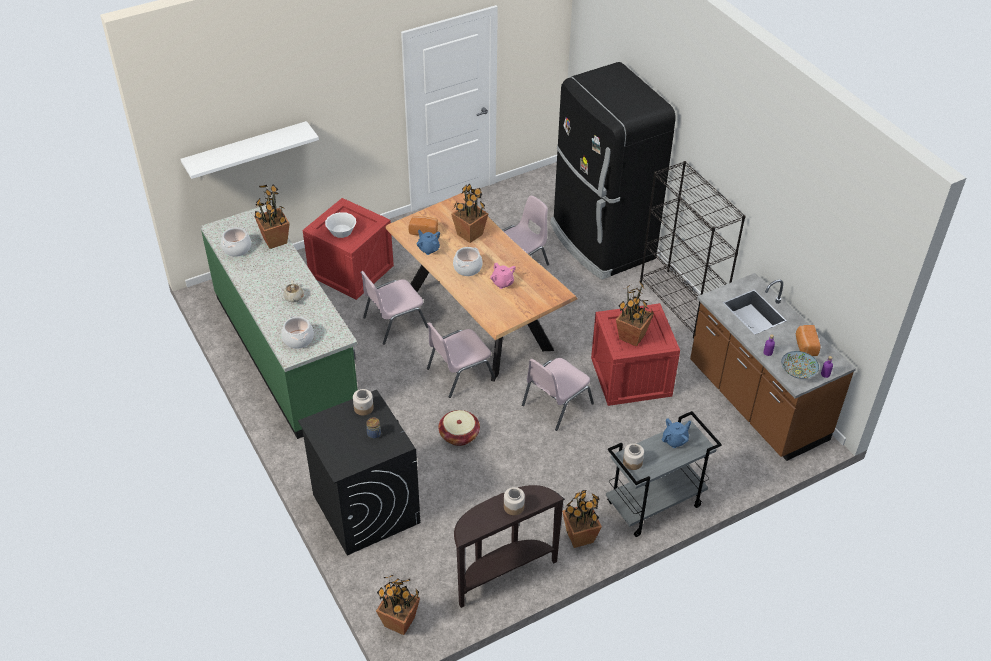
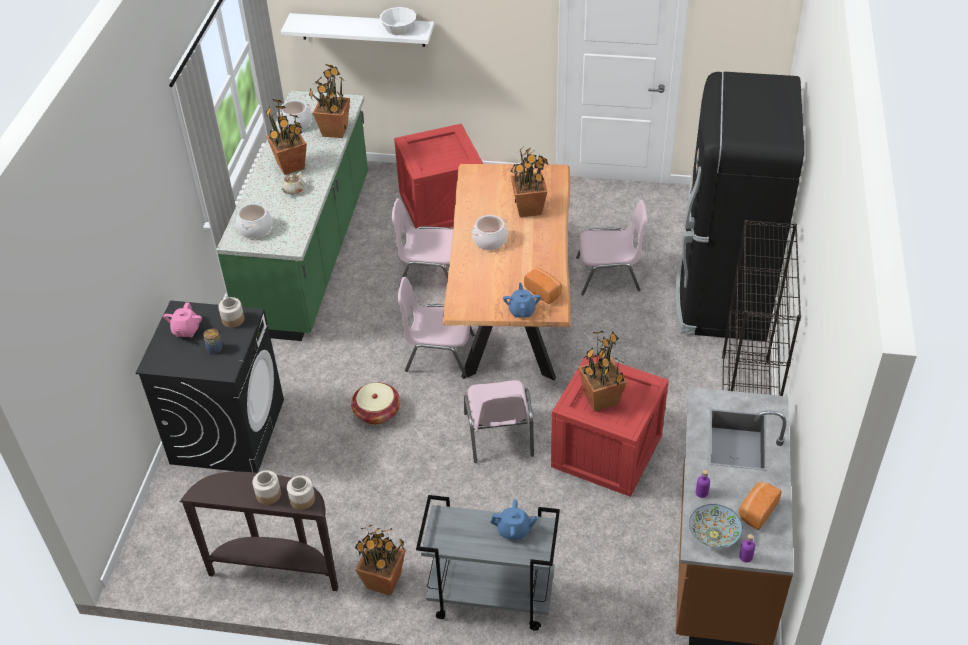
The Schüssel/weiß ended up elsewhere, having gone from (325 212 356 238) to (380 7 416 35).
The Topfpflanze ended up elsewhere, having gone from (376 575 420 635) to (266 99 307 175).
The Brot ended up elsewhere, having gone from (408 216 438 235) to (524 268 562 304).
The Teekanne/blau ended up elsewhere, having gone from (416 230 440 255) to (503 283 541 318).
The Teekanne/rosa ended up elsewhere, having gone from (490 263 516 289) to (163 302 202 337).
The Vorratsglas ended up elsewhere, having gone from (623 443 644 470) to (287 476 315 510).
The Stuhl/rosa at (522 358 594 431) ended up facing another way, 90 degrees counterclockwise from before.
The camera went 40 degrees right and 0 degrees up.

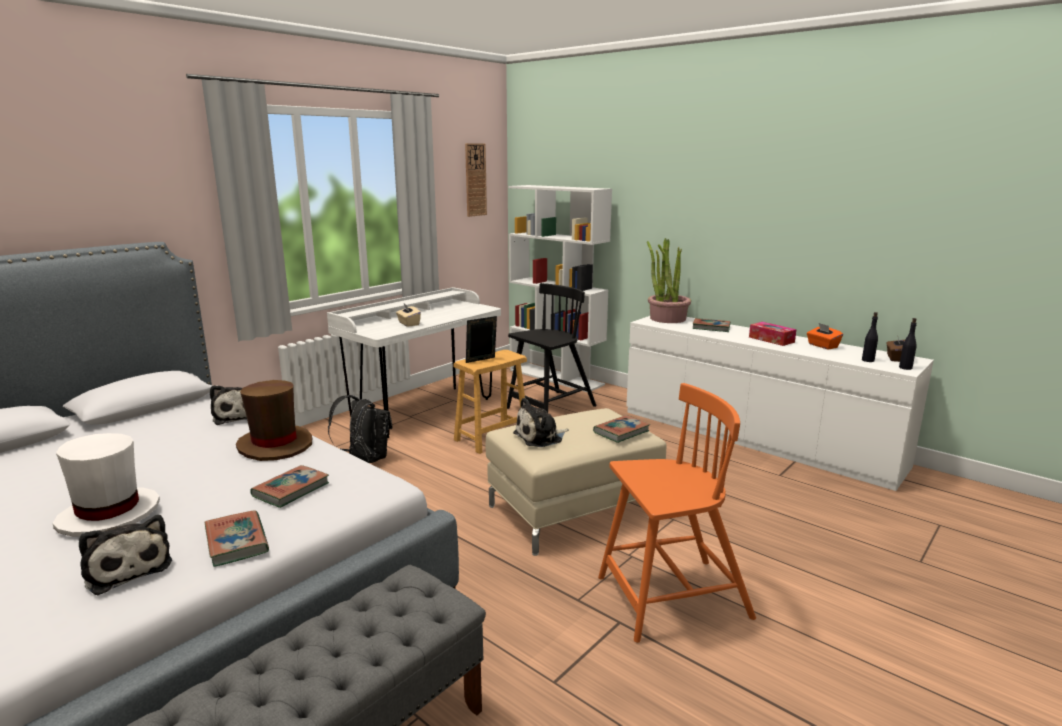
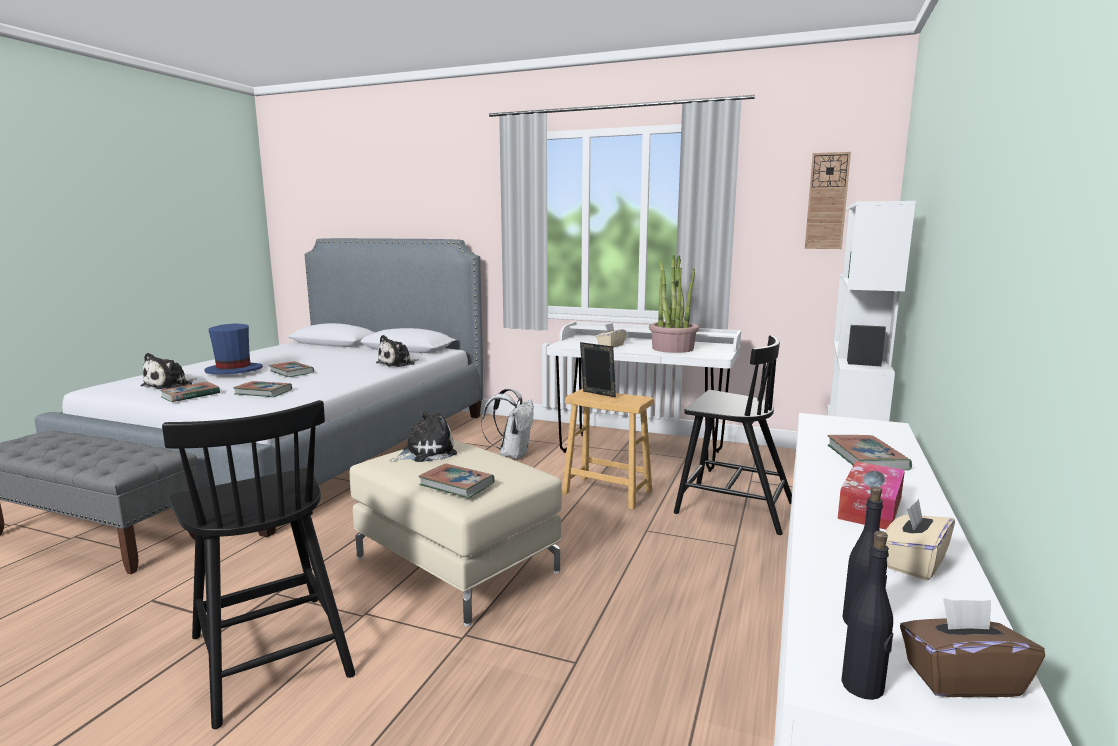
The second view lost the Hut/braun at (236 380 312 461).
The second view gained the Buch at (269 362 314 377).
The Topfpflanze ended up elsewhere, having gone from (647 238 691 323) to (649 255 699 353).
What was the Hut/weiß at (53 433 160 537) turned into the Hut/blau at (204 323 263 375).
What was the Rucksack/schwarz at (328 395 393 463) turned into the Rucksack/weiß at (481 388 534 459).
What was the Stuhl/orange at (598 383 756 643) turned into the Stuhl/schwarz at (162 400 355 729).
What was the Taschentuchbox/orange at (807 323 843 350) turned into the Taschentuchbox/beige at (885 499 955 581).
The Plüschtier at (513 398 569 447) ended up facing another way, 105 degrees clockwise from before.
The camera went 70 degrees right and 5 degrees down.

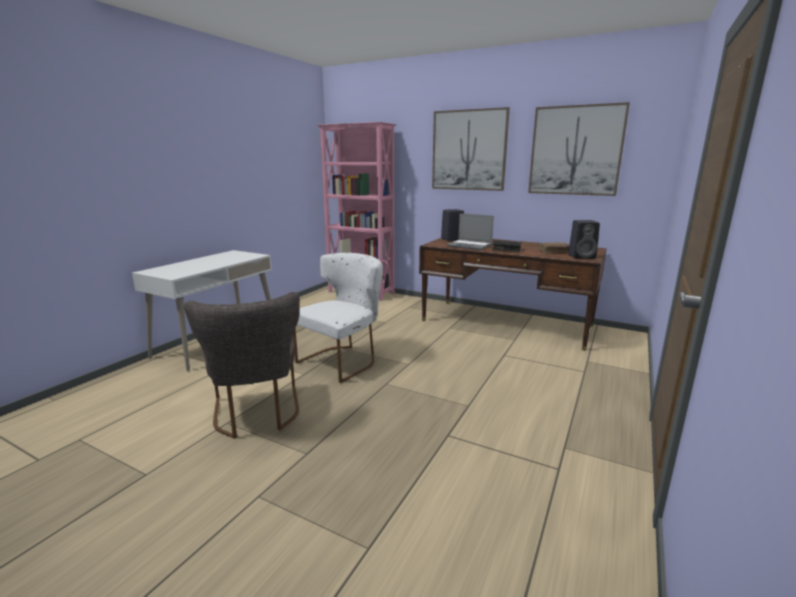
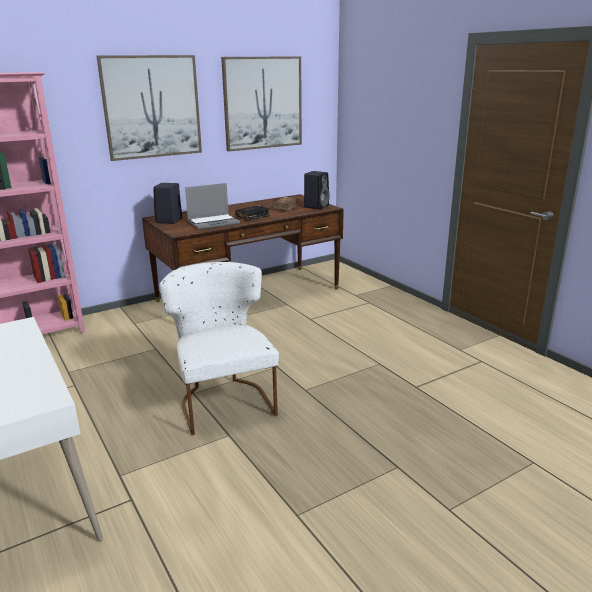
The second view lost the Stuhl/grau at (184 292 299 439).
The camera went 60 degrees left and 5 degrees up.

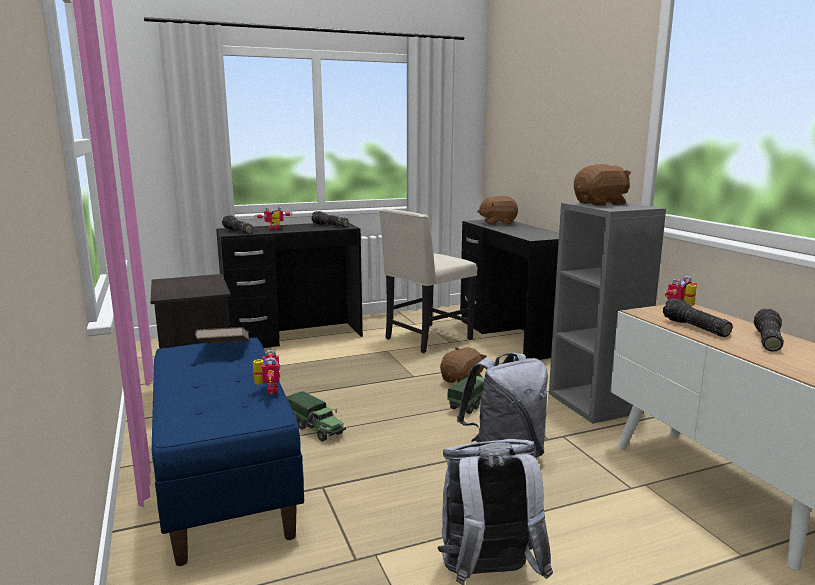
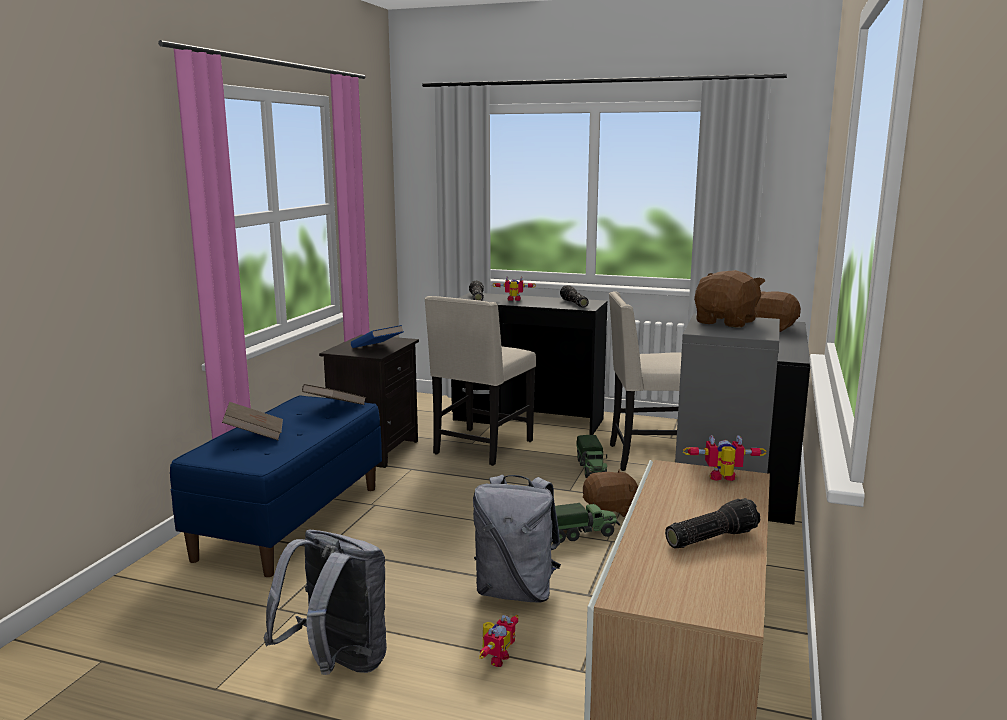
The second view lost the Taschenlampe at (663 298 733 337).
The second view gained the Buch/braun at (222 402 283 440).
The second view gained the Buch/blau at (351 325 404 348).
The second view gained the Stuhl/beige at (424 296 536 466).
The Spielzeugroboter ended up elsewhere, having gone from (253 350 280 394) to (479 615 519 667).
The Spielzeuglaster ended up elsewhere, having gone from (287 391 346 442) to (576 435 607 478).
The Plüschtier/braun at (574 164 631 206) ended up facing another way, 75 degrees counterclockwise from before.
The camera went 40 degrees right and 0 degrees up.

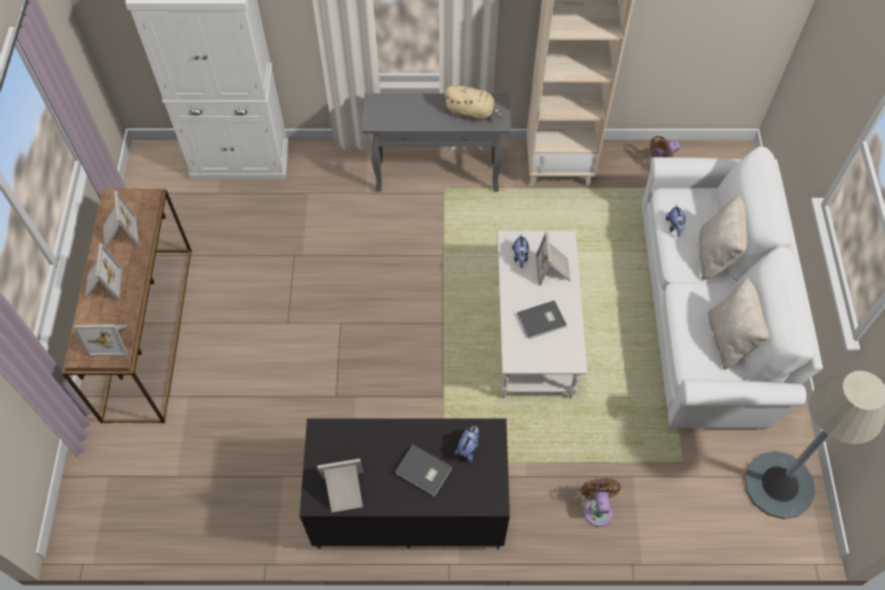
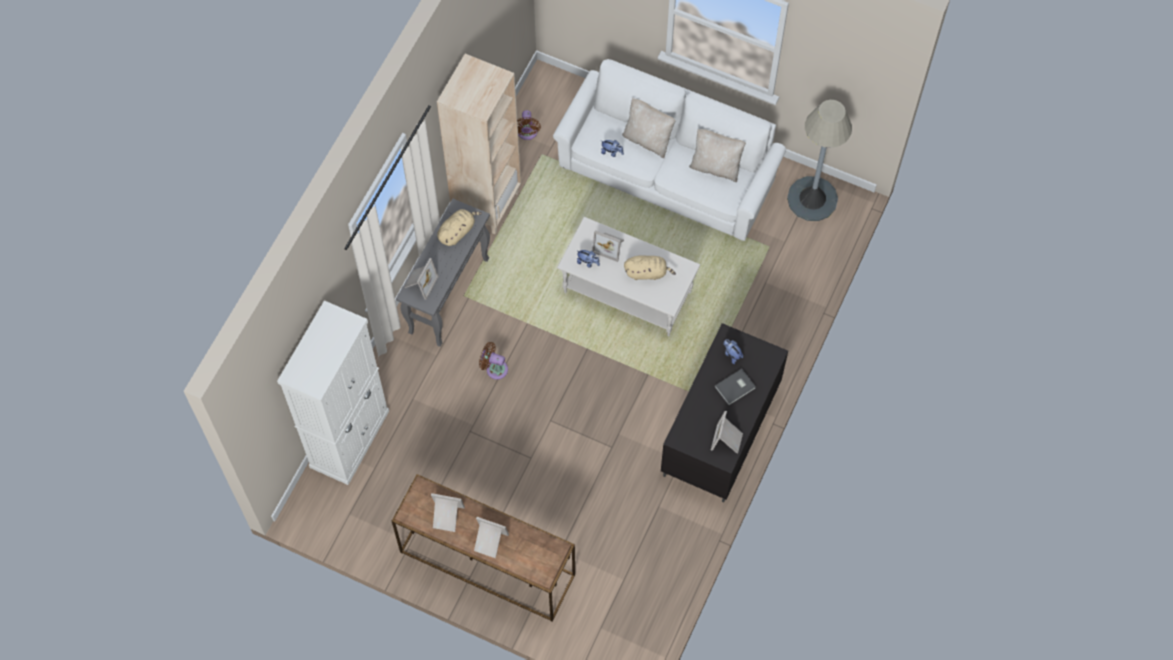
The Bilderrahmen ended up elsewhere, having gone from (74 324 128 357) to (404 258 439 300).
The Ventilator/braun ended up elsewhere, having gone from (580 478 621 527) to (479 342 508 380).
Where the Buch/grau stood at (517 300 567 339), the Plüschtier/beige came to stand at (624 255 676 280).
The camera went 65 degrees left and 5 degrees up.

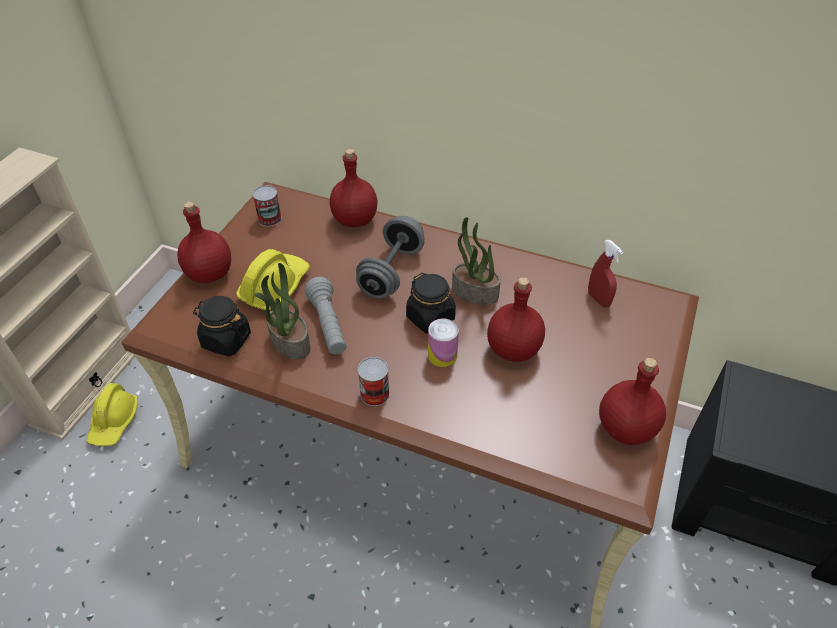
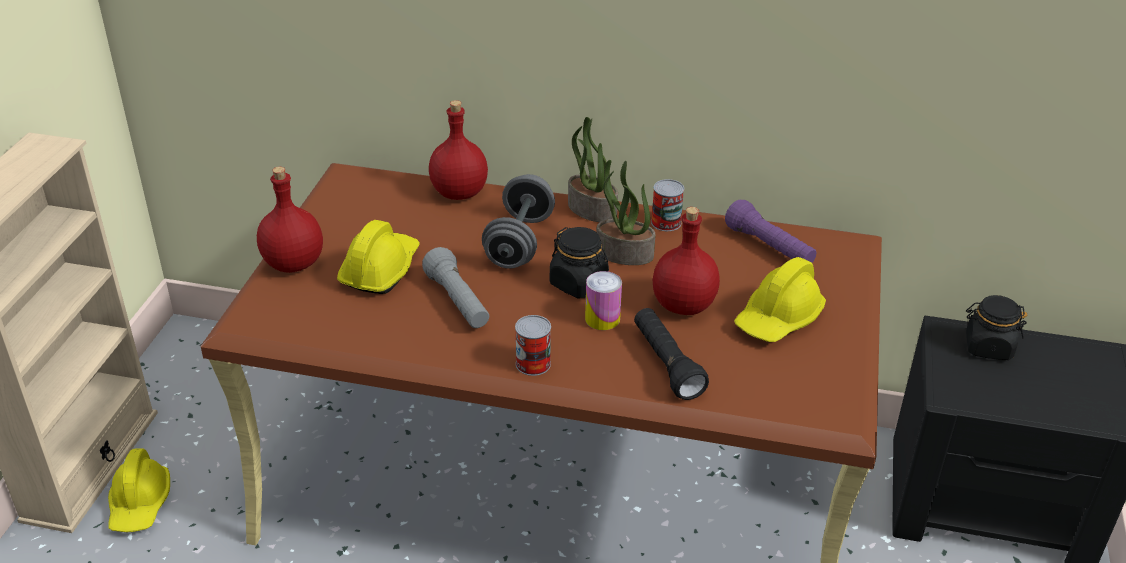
The second view lost the Flasche/rot at (599 357 666 445).
The second view gained the Taschenlampe/schwarz at (634 308 709 400).
The second view gained the Schutzhelm/gelb at (734 257 826 342).
The Vorratsglas/schwarz ended up elsewhere, having gone from (193 296 251 356) to (966 295 1027 360).
The Dose ended up elsewhere, having gone from (253 185 282 227) to (651 179 684 231).
The Topfpflanze ended up elsewhere, having gone from (254 263 310 359) to (568 117 618 222).
Where the Sprühflasche/rot stood at (588 240 623 307), the Taschenlampe/lila came to stand at (725 200 816 263).
The camera went 10 degrees left and 10 degrees down.

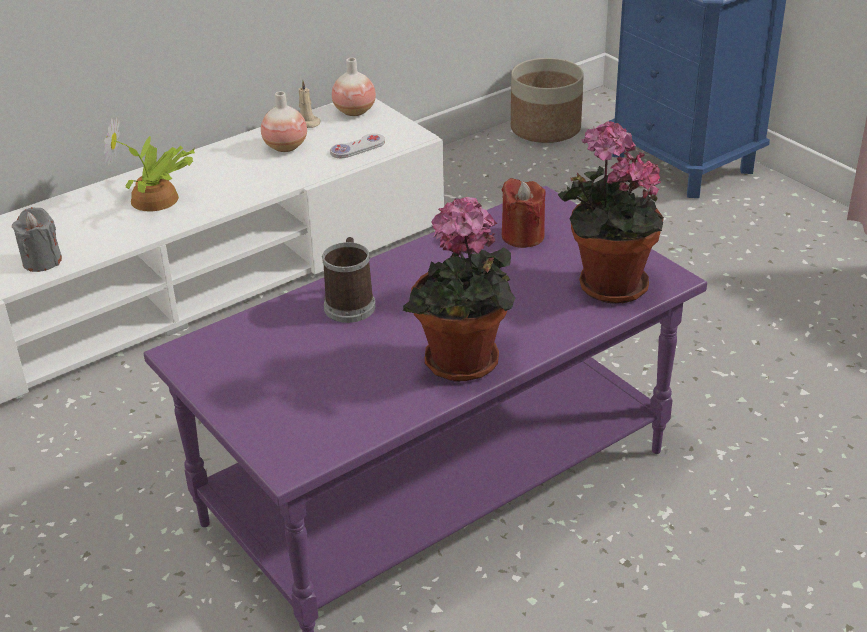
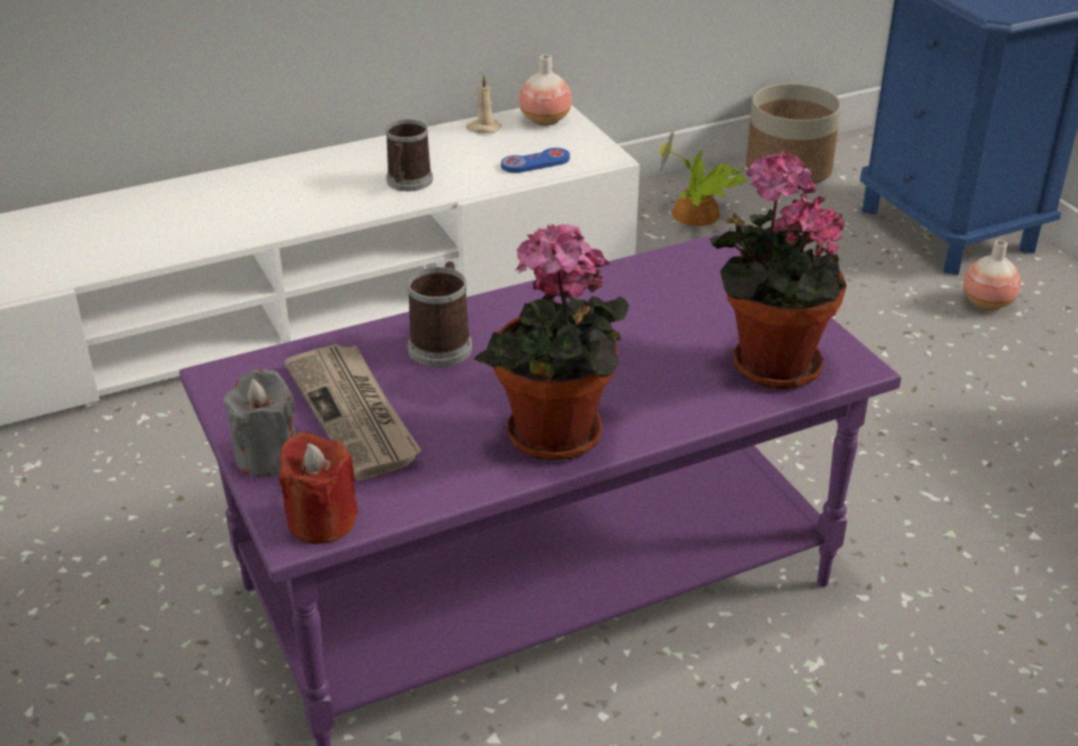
The second view gained the Zeitung at (284 344 421 481).
The second view gained the Henkelbecher at (386 119 433 191).
The Kerze/grau ended up elsewhere, having gone from (12 207 62 272) to (223 369 296 477).
The Topfpflanze ended up elsewhere, having gone from (104 117 195 211) to (660 127 747 226).
The Vase ended up elsewhere, having gone from (261 91 307 152) to (963 240 1021 310).
The Kerze/rot ended up elsewhere, having gone from (502 178 546 248) to (279 432 358 544).
What was the Gamepad/weiß at (330 133 385 158) turned into the Gamepad/blau at (501 148 570 173).
The camera went 10 degrees right and 0 degrees up.

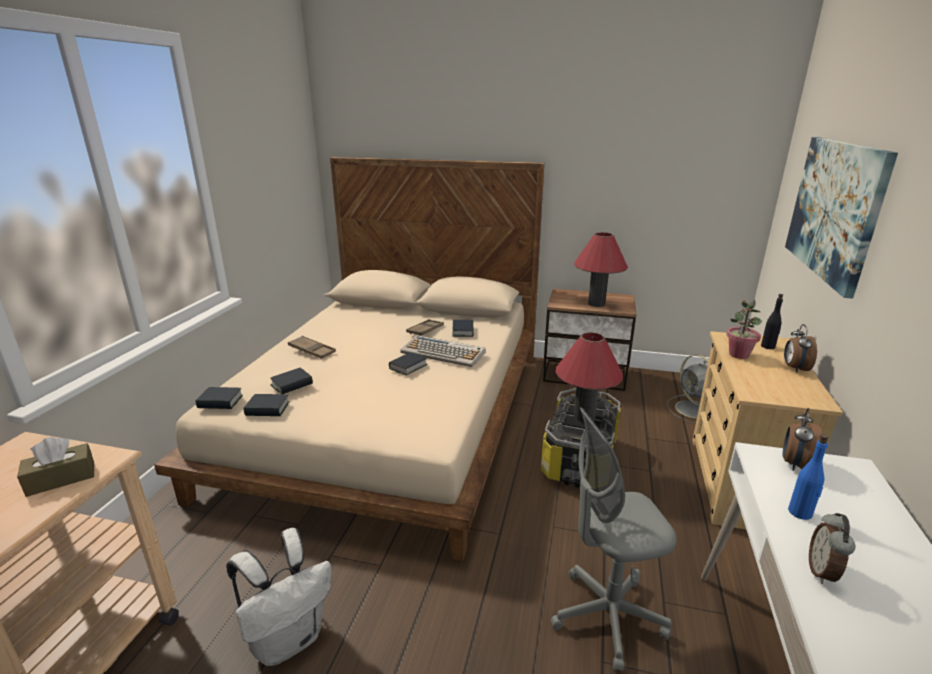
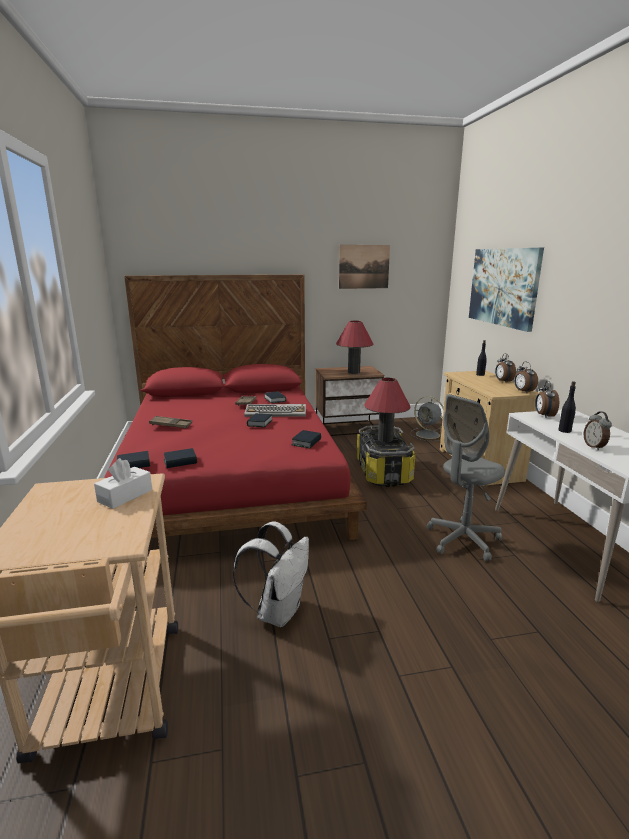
The second view lost the Topfpflanze at (726 299 762 359).
The second view gained the Bild at (339 245 390 289).
The second view gained the Wecker at (514 362 538 393).
The Buch ended up elsewhere, having gone from (270 368 313 394) to (291 430 321 449).
What was the Taschentuchbox/braun at (17 437 94 497) turned into the Taschentuchbox/weiß at (94 458 152 509).
What was the Bett/beige at (154 157 544 561) turned into the Bett/rot at (104 274 367 540).
What was the Flasche/blau at (788 434 829 520) turned into the Flasche/schwarz at (558 381 576 433).
The camera went 25 degrees left and 5 degrees down.

